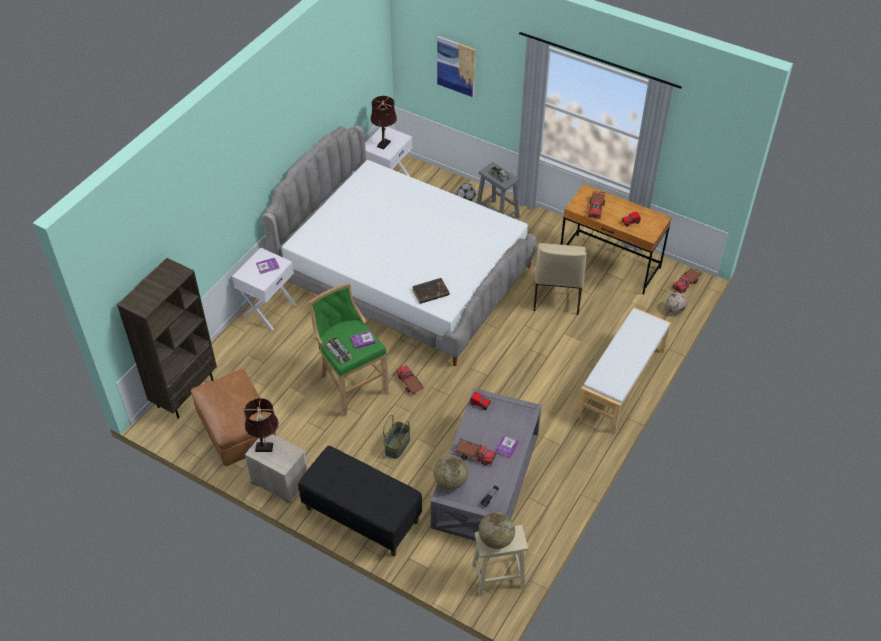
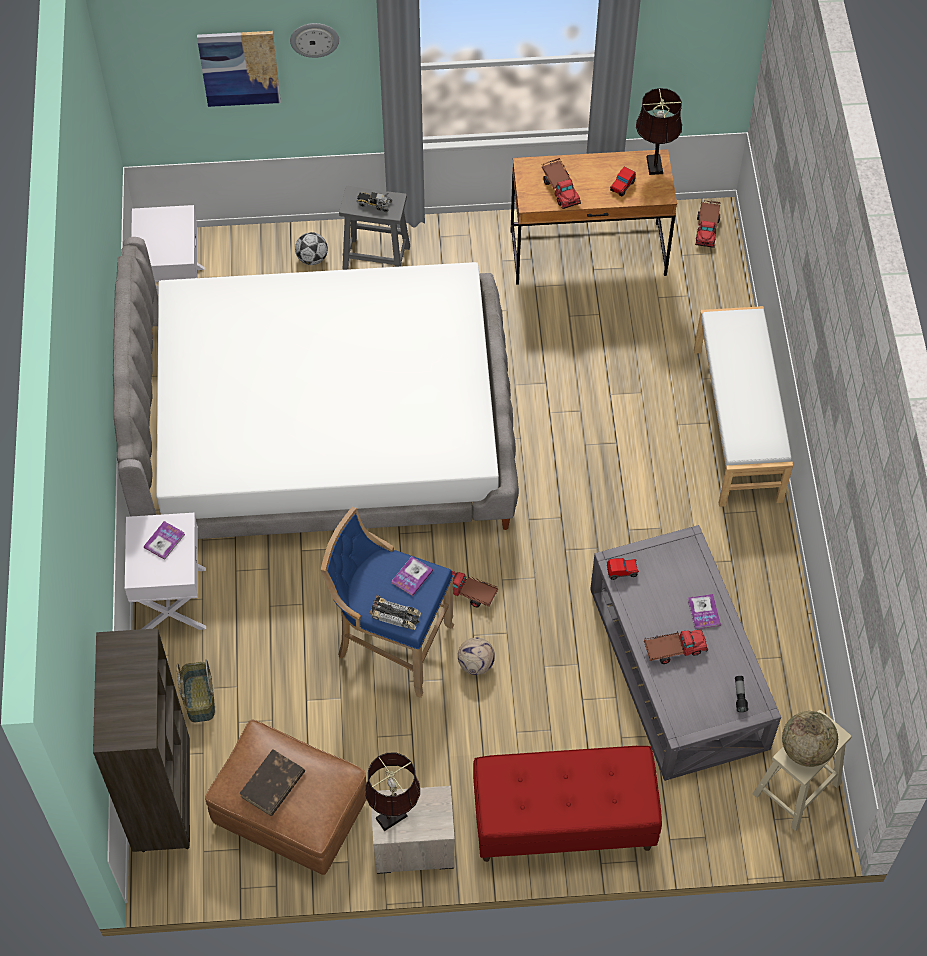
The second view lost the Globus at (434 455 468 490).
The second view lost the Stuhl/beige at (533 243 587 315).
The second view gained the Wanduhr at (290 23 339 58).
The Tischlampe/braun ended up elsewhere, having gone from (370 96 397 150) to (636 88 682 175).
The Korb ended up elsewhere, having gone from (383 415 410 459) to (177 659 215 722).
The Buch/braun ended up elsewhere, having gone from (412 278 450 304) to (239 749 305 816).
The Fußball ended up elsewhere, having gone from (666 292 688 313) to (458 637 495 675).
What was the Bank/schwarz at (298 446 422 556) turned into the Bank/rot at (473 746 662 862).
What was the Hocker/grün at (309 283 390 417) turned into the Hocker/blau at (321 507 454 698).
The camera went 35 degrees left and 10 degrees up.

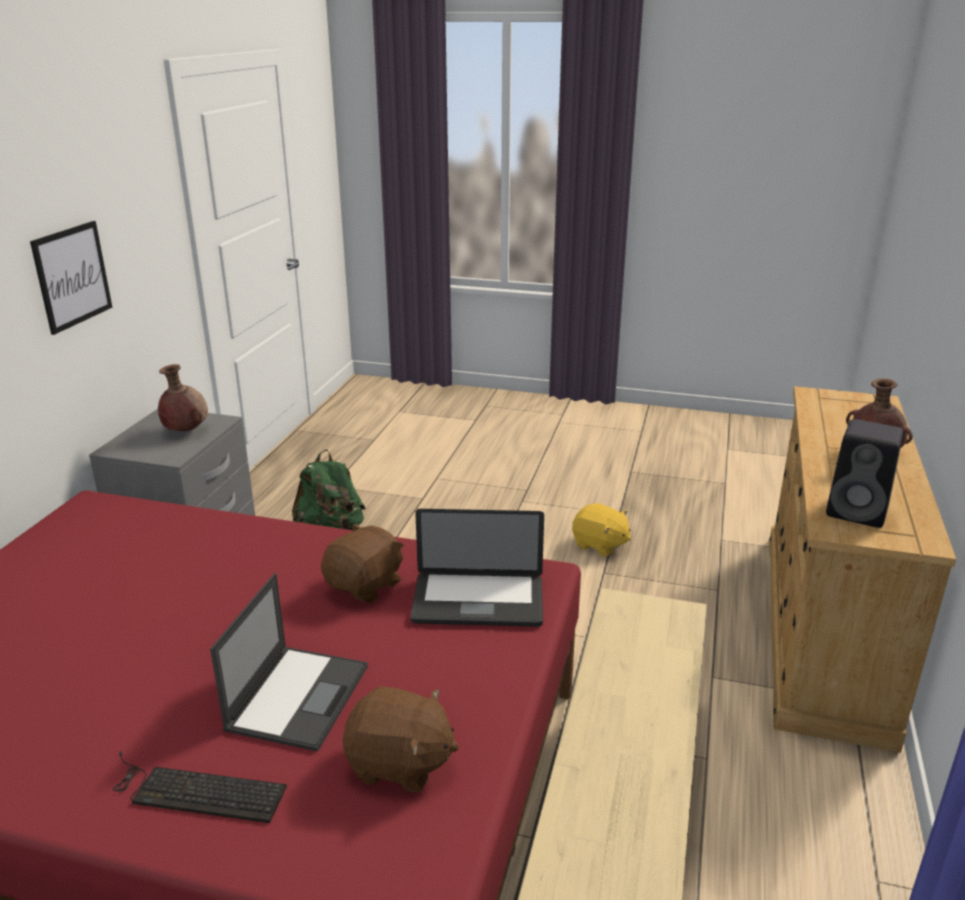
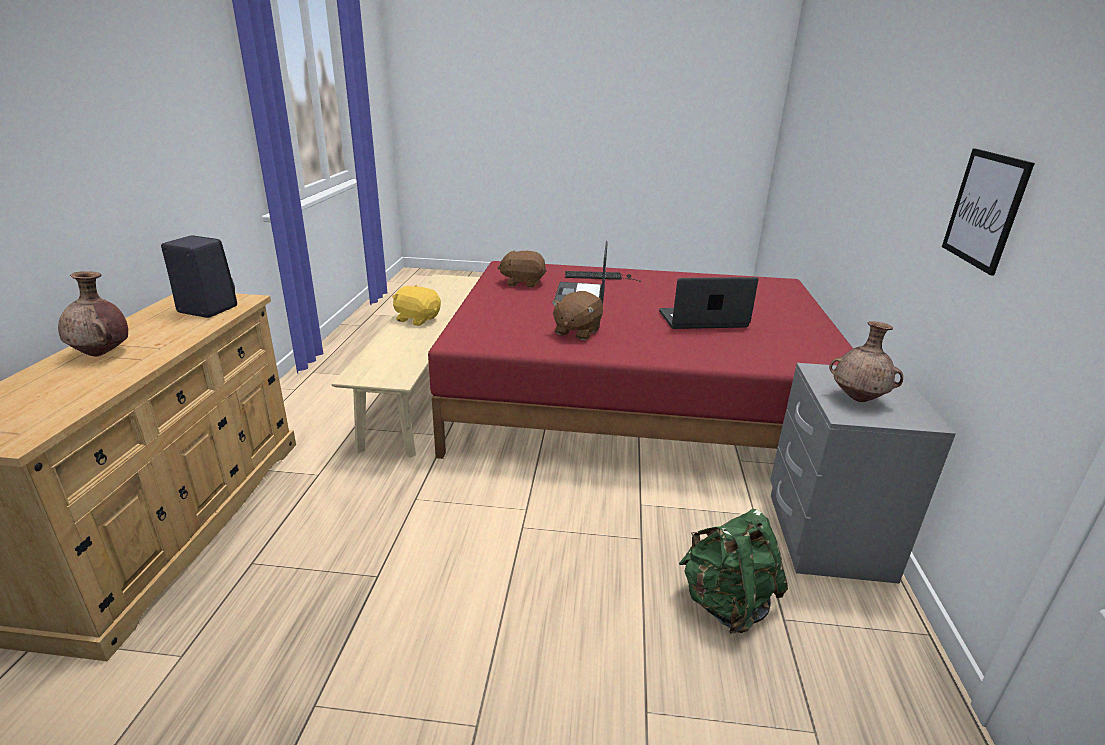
The Laptop ended up elsewhere, having gone from (410 509 544 627) to (659 277 758 329).
The Plüschtier/gelb ended up elsewhere, having gone from (572 503 631 557) to (392 285 441 326).
The camera went 170 degrees right and 0 degrees up.

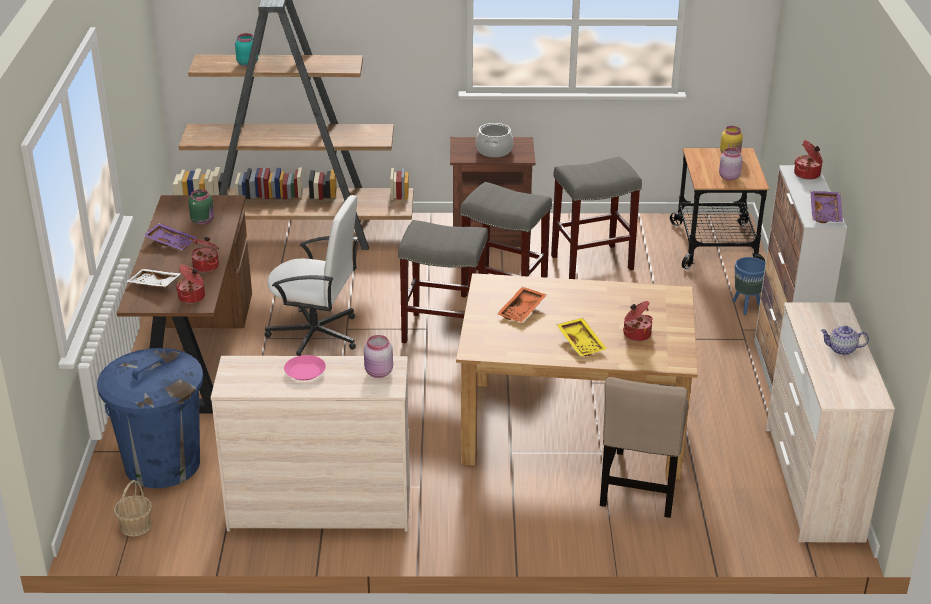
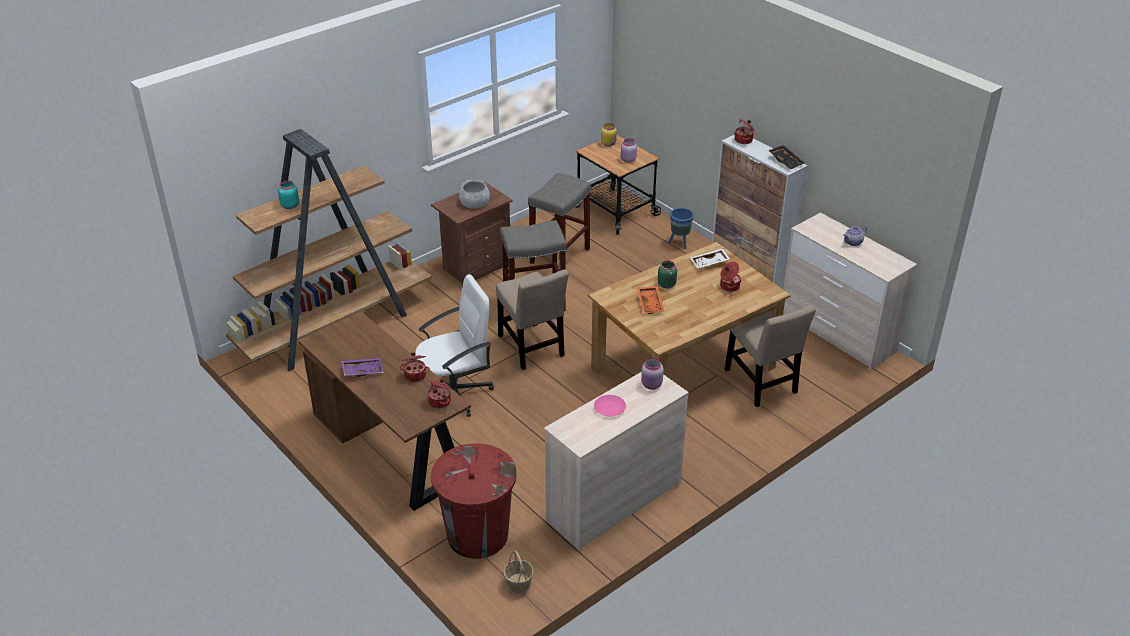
The second view lost the Tablett/gelb at (557 318 607 357).
The Tablett/weiß ended up elsewhere, having gone from (126 269 181 287) to (690 248 730 268).
The Vorratsglas/grün ended up elsewhere, having gone from (189 189 214 225) to (658 261 677 289).
Where the Hocker/grau stood at (398 220 488 343), the Stuhl/beige came to stand at (496 270 569 370).
What was the Mülleimer/blau at (97 348 203 488) turned into the Mülleimer/rot at (431 443 517 559).
What was the Tablett/lila at (810 191 843 223) turned into the Tablett/schwarz at (768 145 804 169).
The camera went 40 degrees left and 5 degrees up.

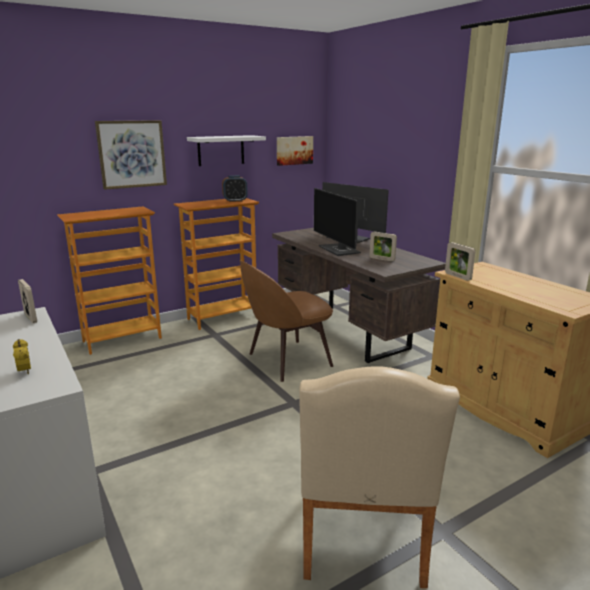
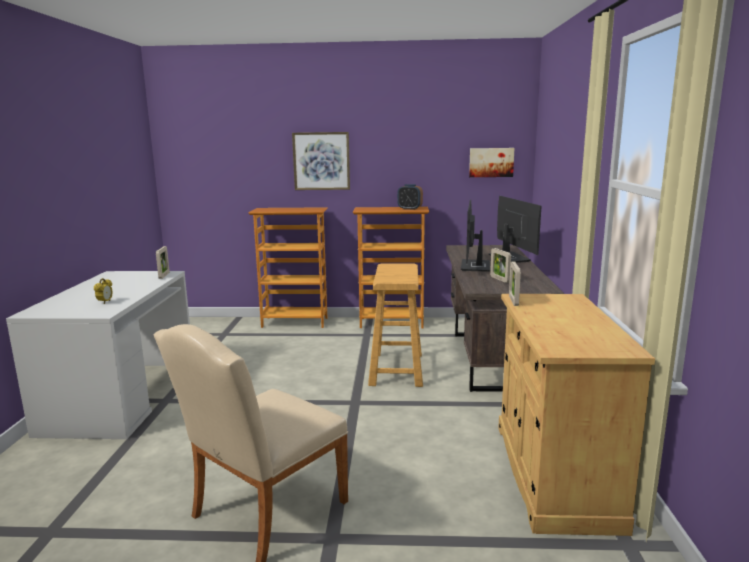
The second view lost the Wandregal/weiß at (187 135 266 166).
Where the Stuhl/braun stood at (240 260 333 382), the Hocker/beige came to stand at (368 263 423 387).
The camera went 35 degrees right and 5 degrees down.

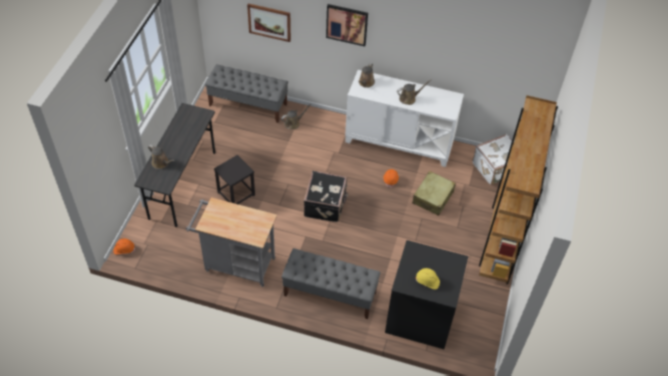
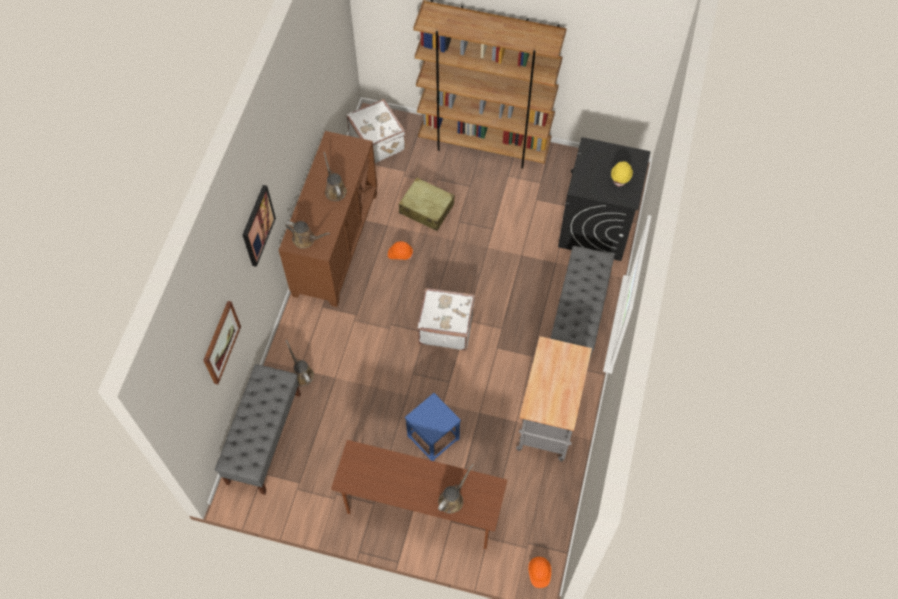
What was the Schreibtisch/grau at (134 103 215 227) turned into the Schreibtisch/braun at (331 440 507 549).
What was the Hocker/schwarz at (214 155 255 204) turned into the Hocker/blau at (405 393 461 461).
What was the Koffer/schwarz at (304 171 348 222) turned into the Koffer/weiß at (417 288 475 350).
What was the Schrank/weiß at (345 70 464 167) turned into the Schrank/braun at (279 131 377 307).
The camera went 90 degrees left and 10 degrees up.

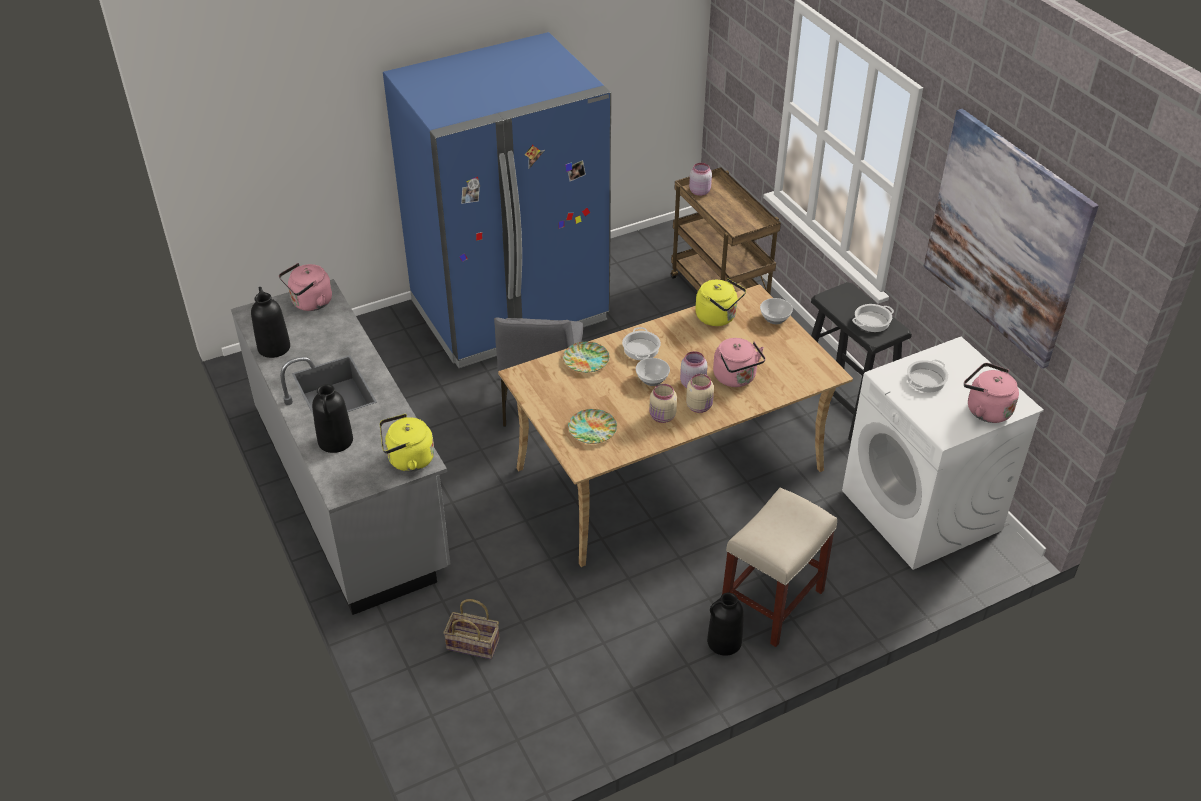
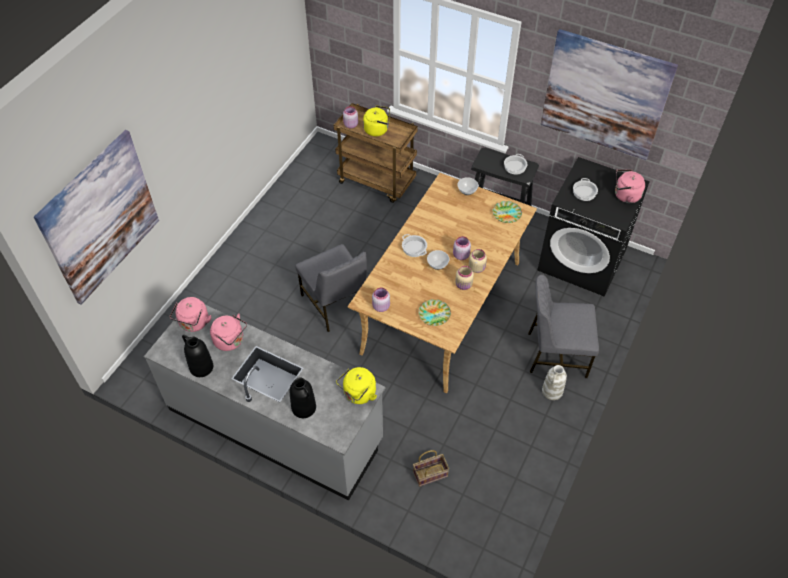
The second view lost the Kühlschrank/blau at (383 32 611 368).
The second view gained the Bild at (34 130 159 305).
The second view gained the Vorratsglas/rosa at (372 288 390 312).
The Teller ended up elsewhere, having gone from (563 342 610 373) to (493 201 522 223).
The Wasserkessel/gelb ended up elsewhere, having gone from (695 278 746 326) to (363 105 390 136).
The Wasserkessel/rosa ended up elsewhere, having gone from (713 338 766 387) to (210 313 247 351).
Where the Hocker/beige stood at (722 487 837 647), the Stuhl/grau came to stand at (528 274 599 378).
What was the Vase/schwarz at (707 593 744 656) turned into the Vase/weiß at (542 365 567 400).
What was the Waschmaschine/weiß at (842 337 1044 570) turned into the Waschmaschine/schwarz at (537 157 650 296).
The camera went 35 degrees left and 10 degrees up.

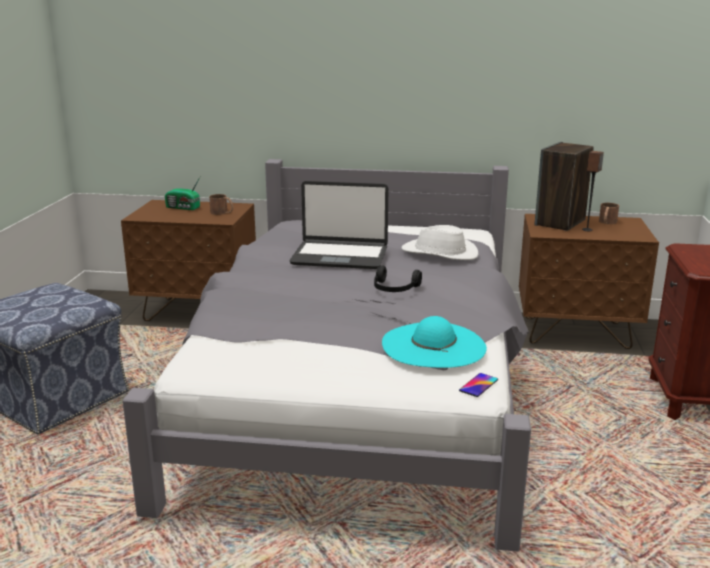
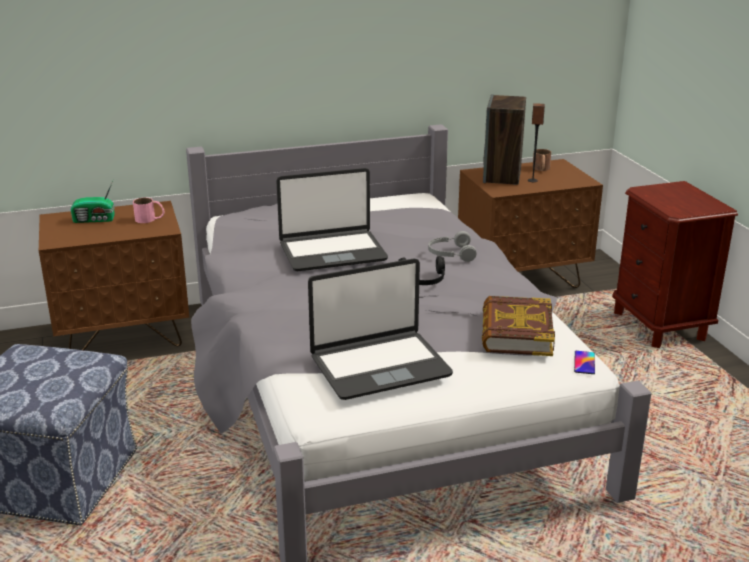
The second view lost the Hut/weiß at (401 225 478 260).
The second view gained the Laptop at (308 259 453 400).
The second view gained the Kopfhörer/grau at (428 231 477 262).
Where the Hut/türkis stood at (382 316 487 368), the Buch came to stand at (482 296 555 356).
What was the Henkelbecher/braun at (209 194 233 215) turned into the Henkelbecher/rosa at (133 198 165 223).
The camera went 25 degrees left and 5 degrees up.

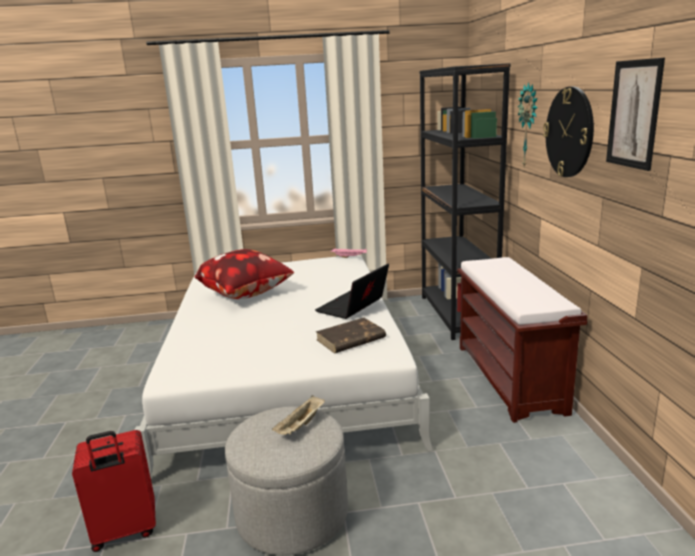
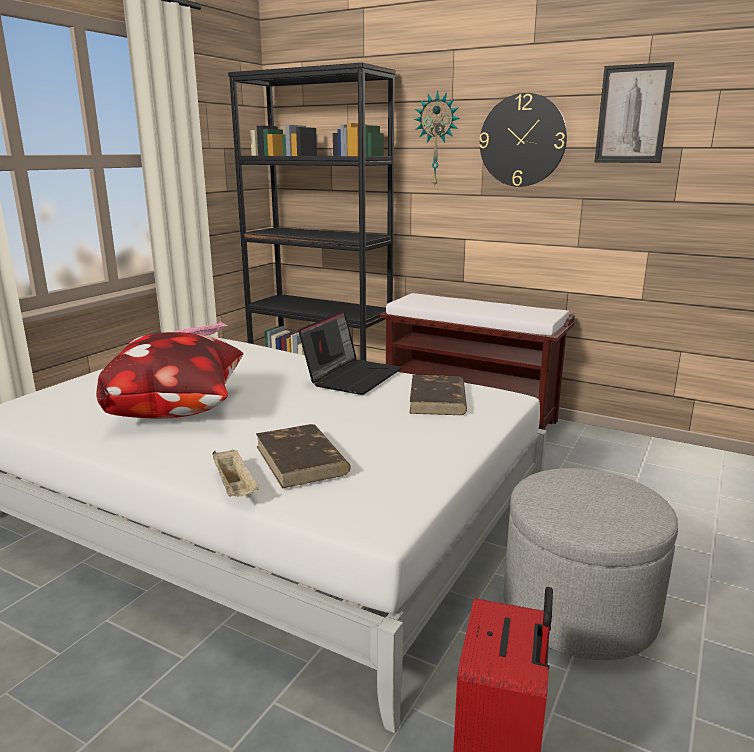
The second view gained the Buch/braun at (256 424 351 489).
The Tablett/beige ended up elsewhere, having gone from (272 395 325 435) to (212 449 258 497).
The Laptop at (315 264 389 319) ended up facing another way, 135 degrees counterclockwise from before.
The camera went 55 degrees left and 0 degrees up.

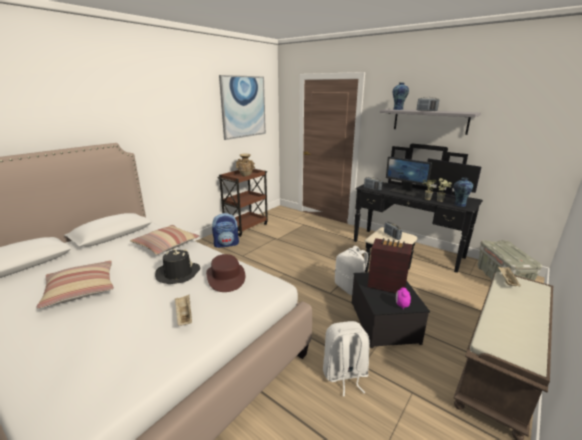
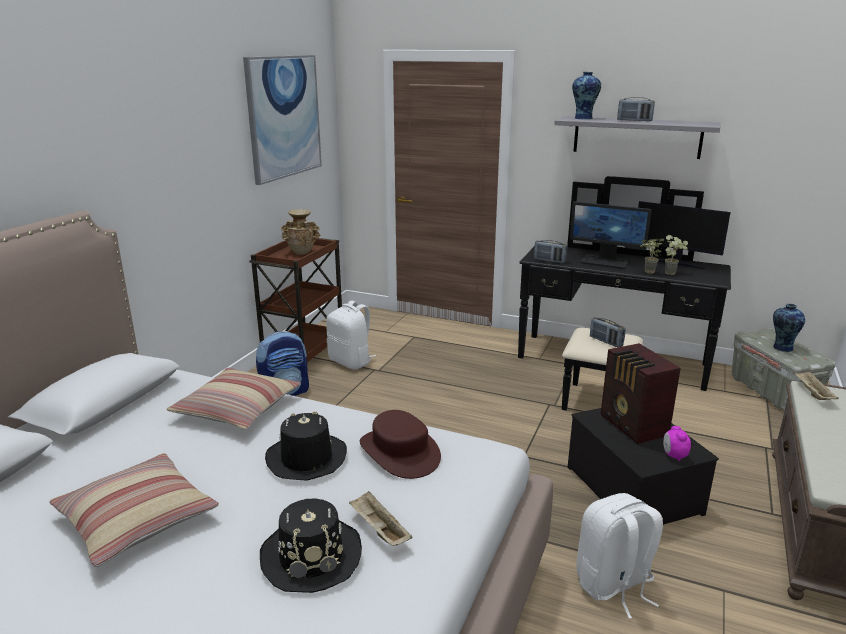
The second view gained the Hut/schwarz at (260 499 362 593).
The Rucksack/weiß ended up elsewhere, having gone from (335 246 368 295) to (326 301 376 370).
The Vase ended up elsewhere, having gone from (454 178 473 207) to (773 304 805 352).
The Radio at (367 238 412 294) ended up facing another way, 120 degrees counterclockwise from before.
The camera went 15 degrees left and 0 degrees up.

